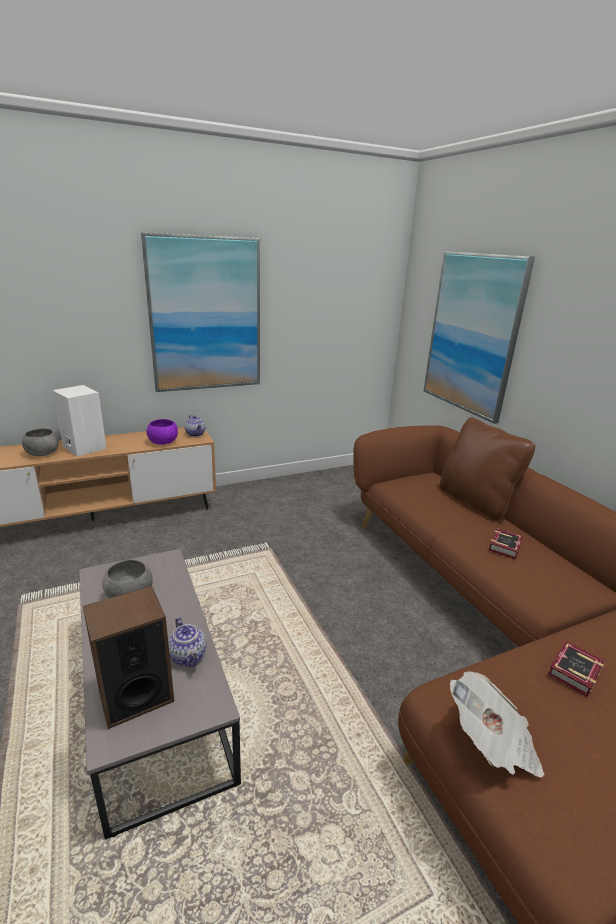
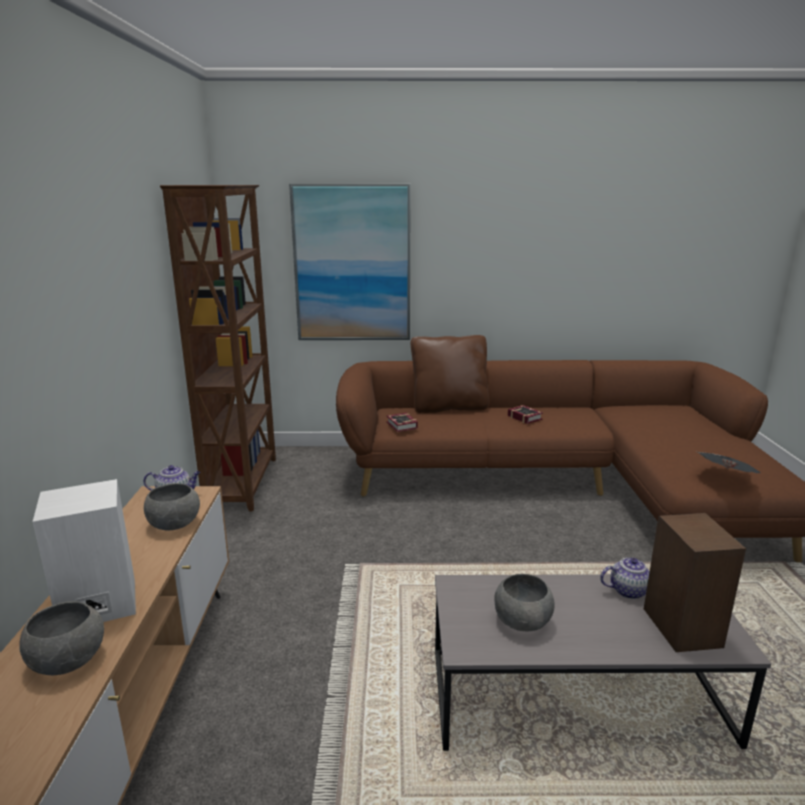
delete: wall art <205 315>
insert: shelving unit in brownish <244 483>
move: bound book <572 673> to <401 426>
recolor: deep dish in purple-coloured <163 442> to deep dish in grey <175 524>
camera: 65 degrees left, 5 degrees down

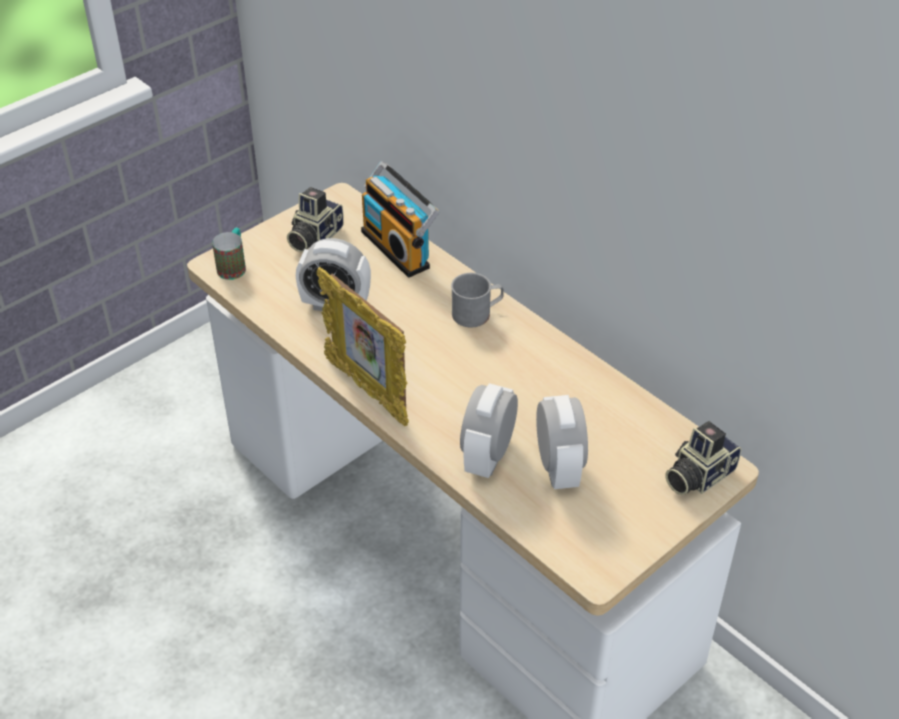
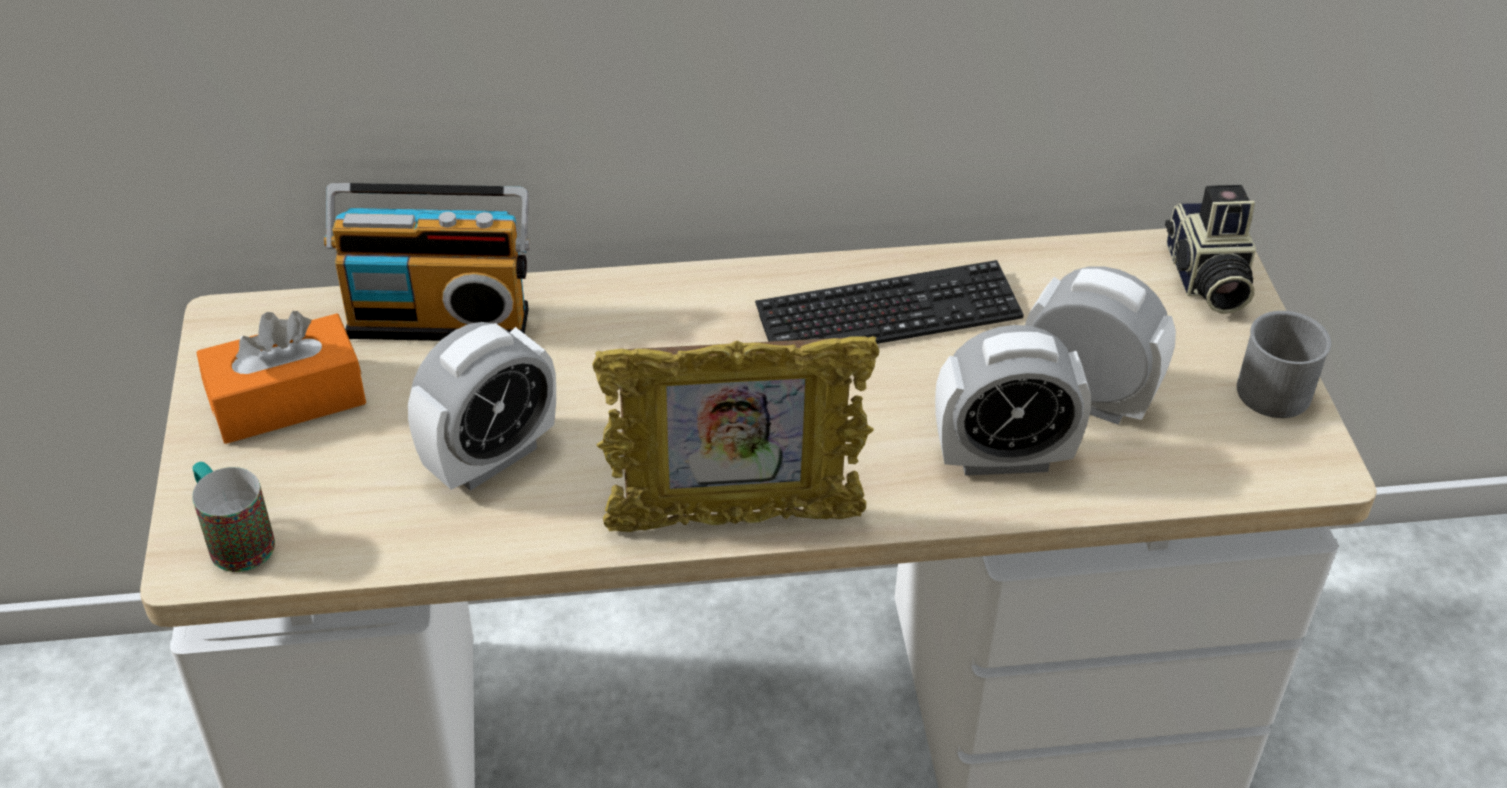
insert: computer keyboard <888 315>
move: coffee mug in grey <477 313> to <1274 384>
replace: still camera <313 237> to tissue box in orange-coloured <287 400>
rotate: table clock <488 456> = <1002 458> 60 degrees counterclockwise
camera: 55 degrees left, 0 degrees up

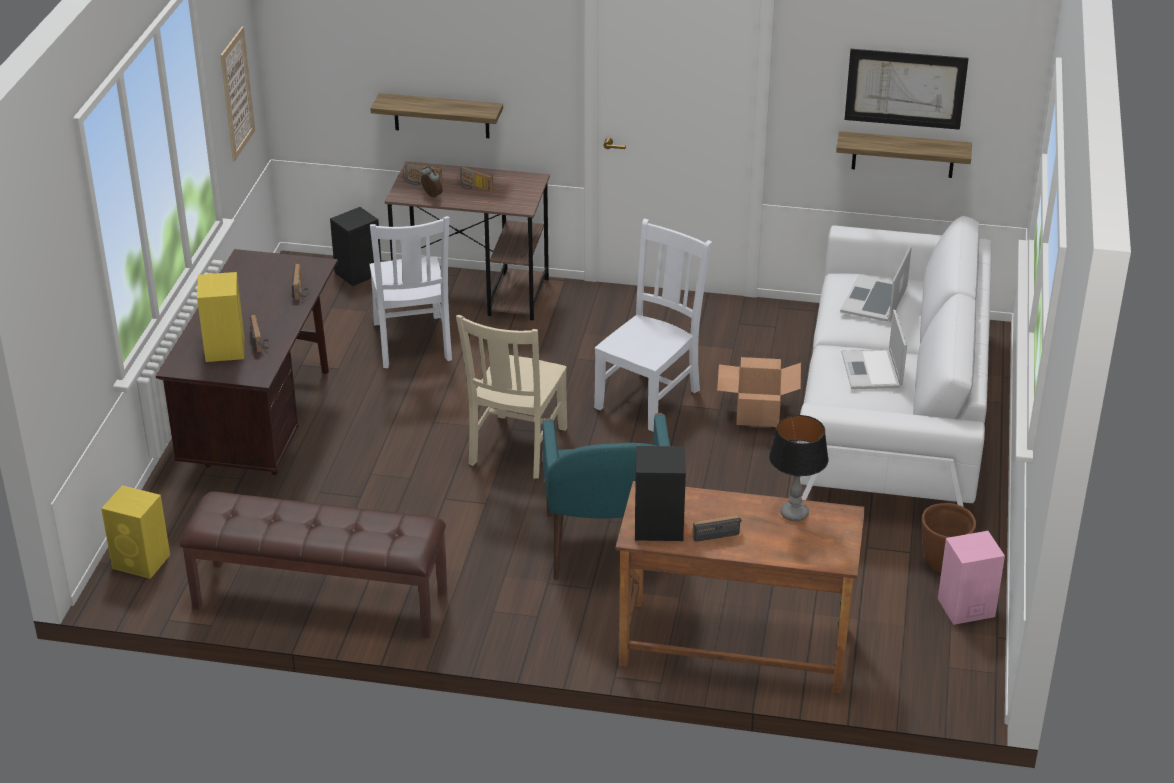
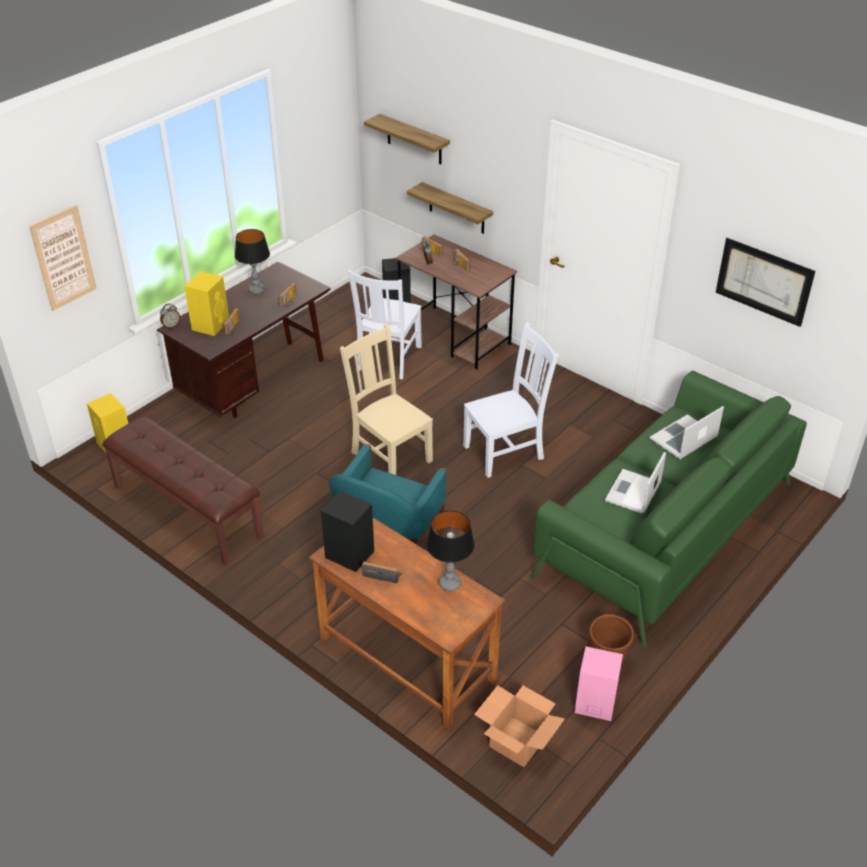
insert: table clock <171 326>; lamp for a table <256 290>
move: wall art <237 94> to <63 258>; shelf <903 154> to <414 140>; packing box <758 413> to <518 743>
recolor: settee in whitish <891 415> to settee in green <665 529>
rotate: chair in beige <516 448> = <390 455> 90 degrees clockwise
camera: 30 degrees right, 5 degrees up

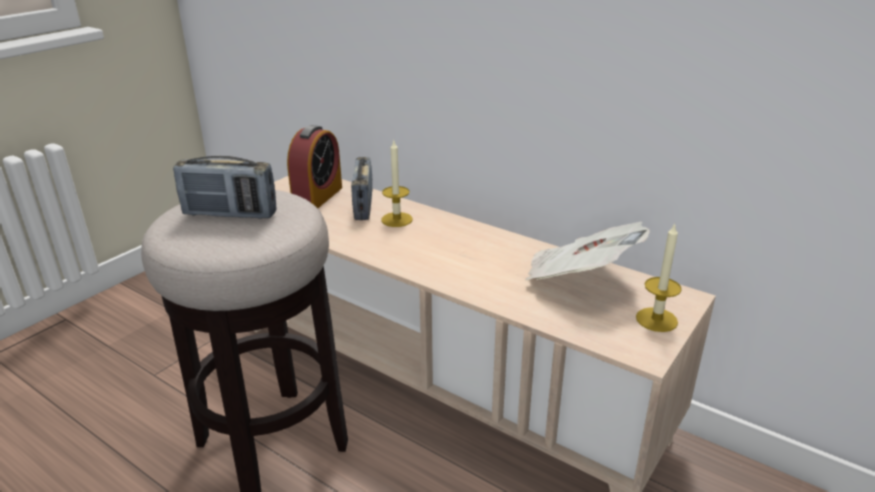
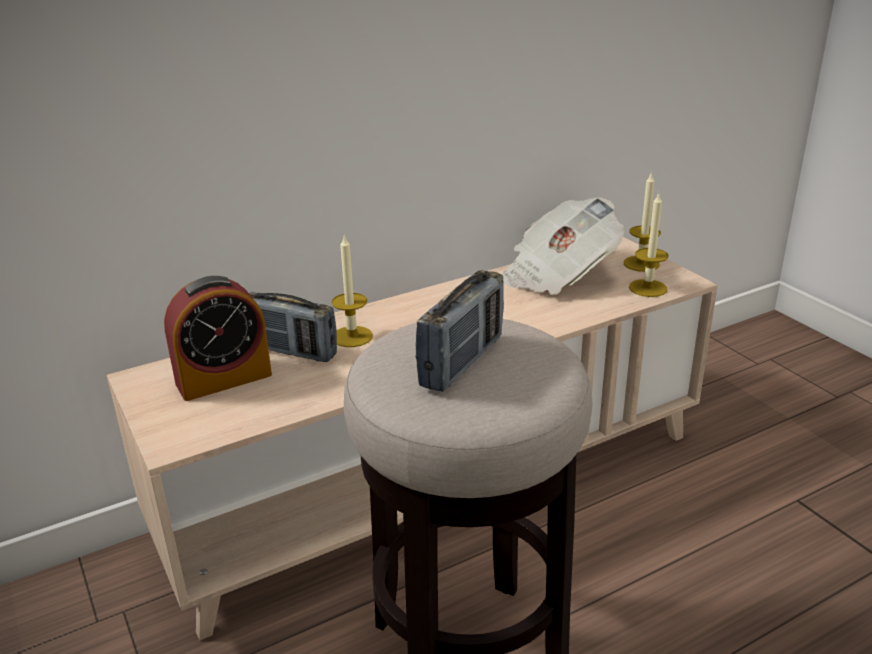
insert: candle <648 288>
rotate: table clock <318 197> = <224 379> 105 degrees clockwise
camera: 65 degrees left, 0 degrees up

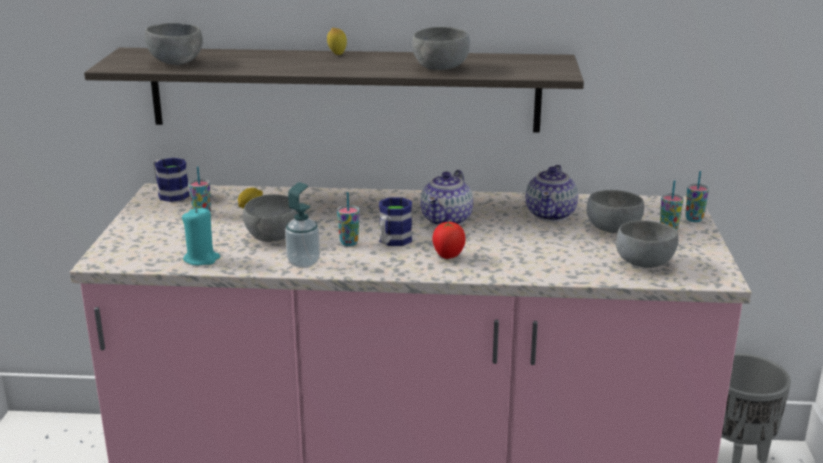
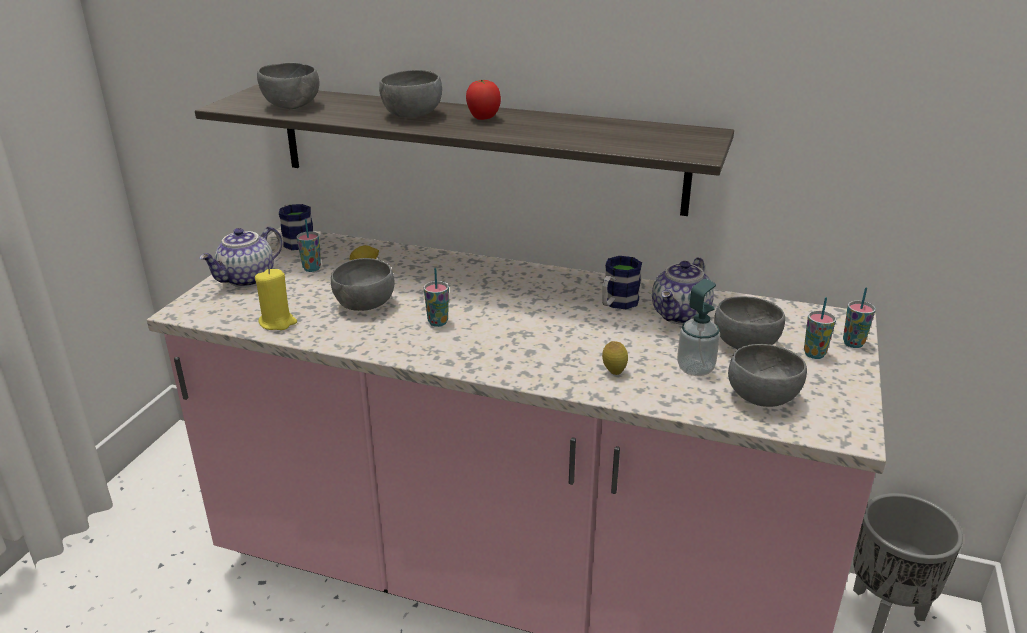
move: tea pot <447 221> to <248 280>; deep dish in grey <441 68> to <412 115>; tomato <448 257> to <483 119>; coffee mug <392 242> to <616 303>; whole lemon <337 54> to <614 372>; soap bottle <303 262> to <695 369>
recolor: candle in blue-green <201 259> to candle in yellowish <277 322>
camera: 15 degrees right, 5 degrees up

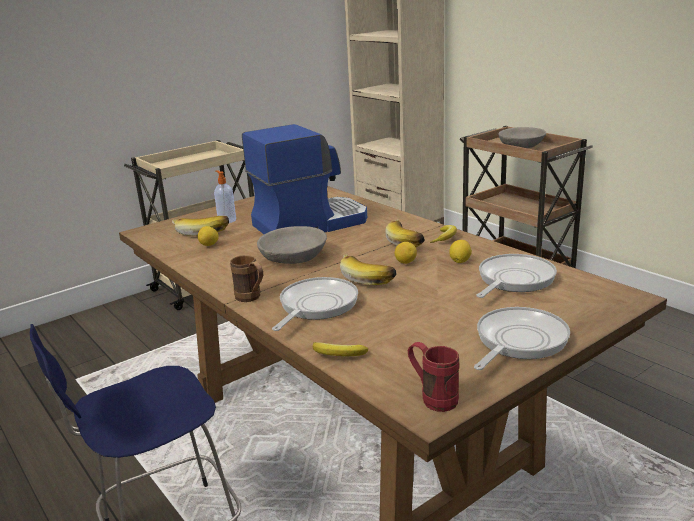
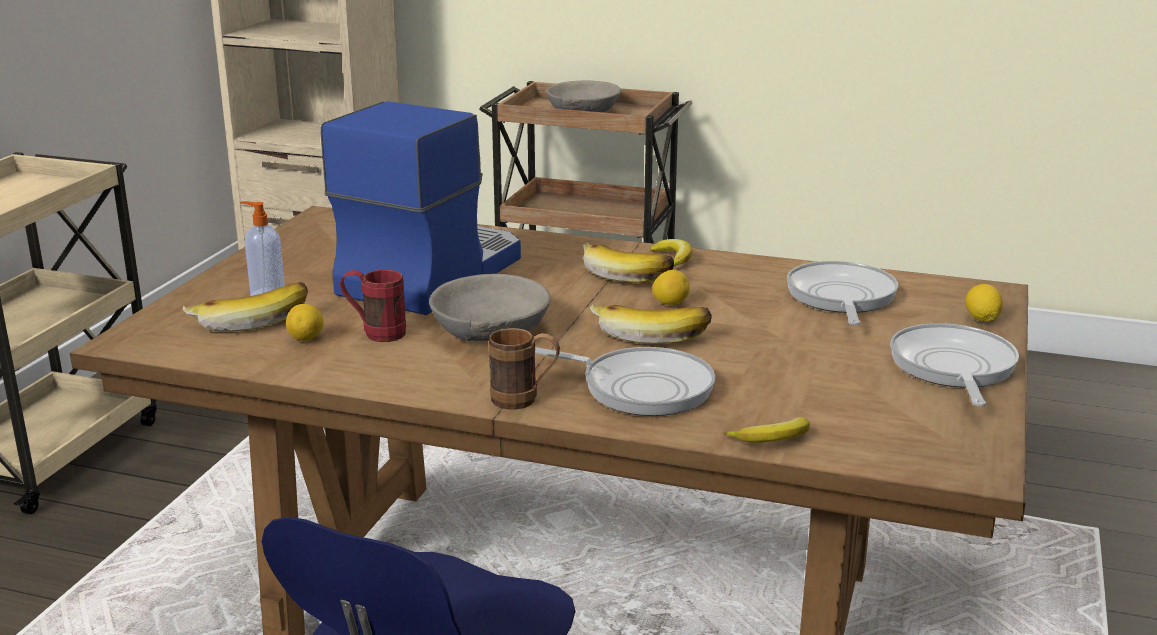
move: coffee mug in red-coloured <433 398> to <375 333>; whole lemon <460 261> to <981 319>
rotate: frying pan <316 306> = <640 388> 120 degrees clockwise
camera: 35 degrees left, 0 degrees up

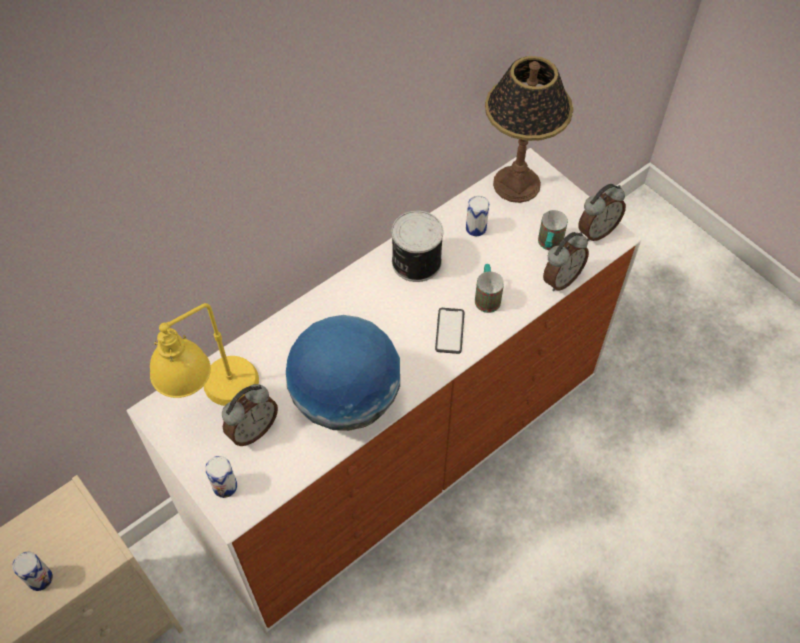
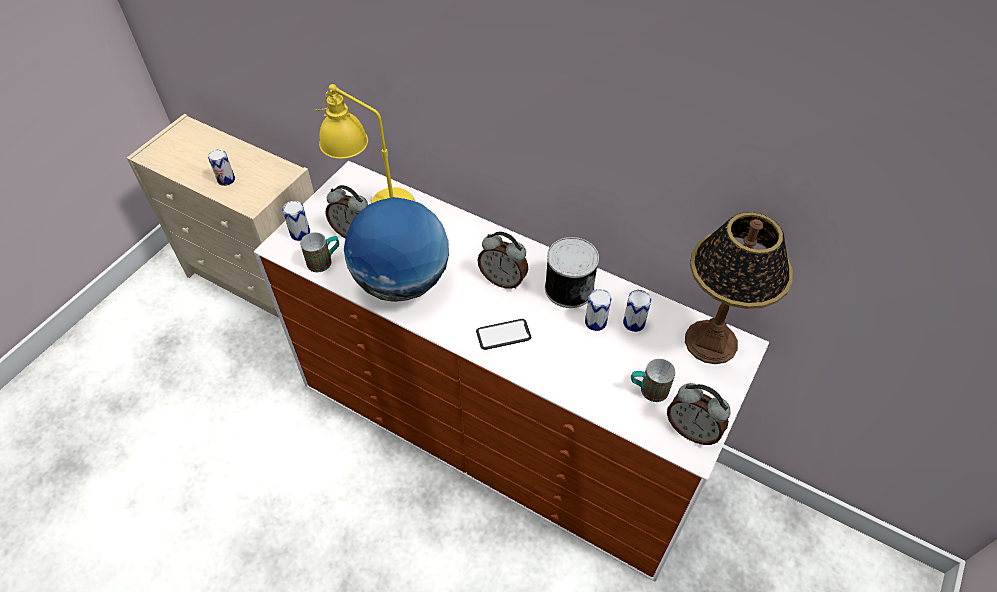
insert: sealed can <595 322>
move: coffee mug <487 296> to <324 261>; table clock <561 279> to <503 279>
camera: 70 degrees right, 5 degrees down

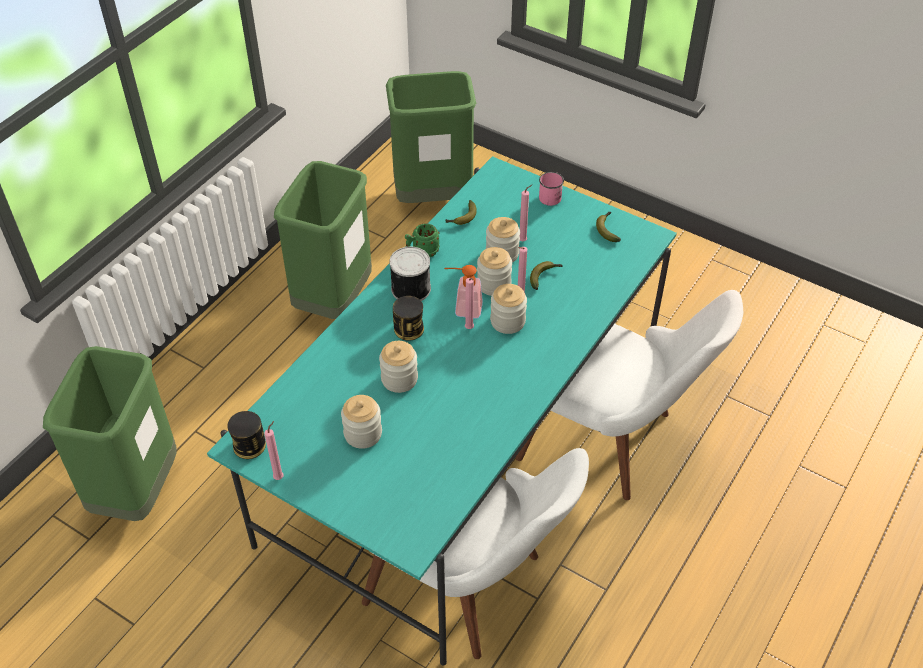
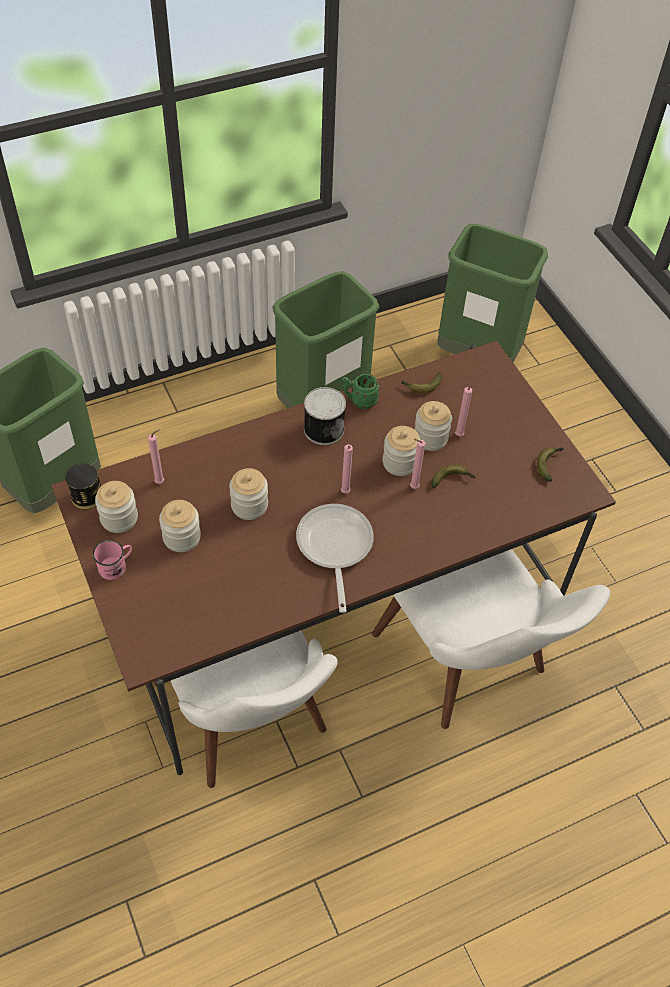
delete: sealed can <408 329>; soap bottle <463 309>
insert: frying pan <334 548>
move: coffee mug in pinkish <551 195> to <116 566>; preserve jar <507 321> to <119 518>; candle in pinkish <280 477> to <161 481>
recolor: dinner table in blue-green <461 454> to dinner table in brownish <328 601>
camera: 30 degrees right, 5 degrees up

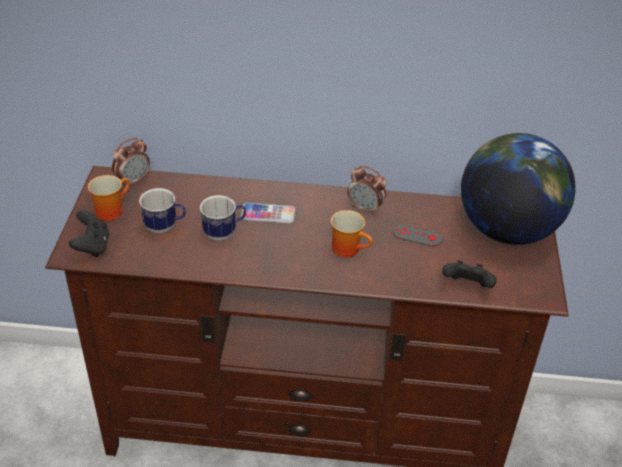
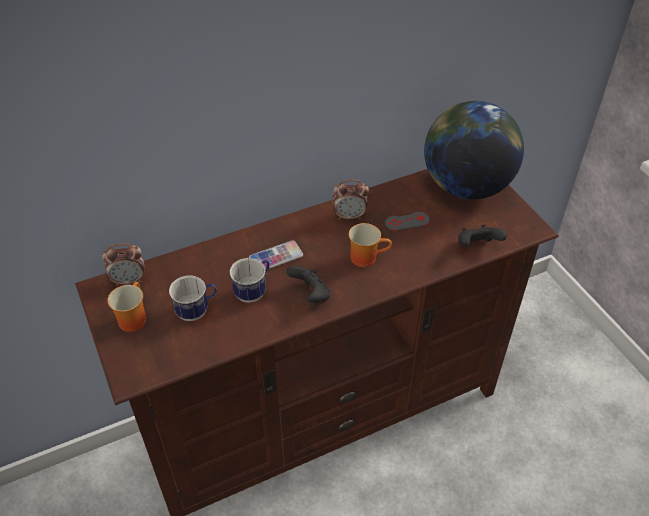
move: gamepad in blackish <92 246> to <311 294>
rotate: table clock <133 181> = <129 280> 60 degrees clockwise
camera: 30 degrees left, 5 degrees up

